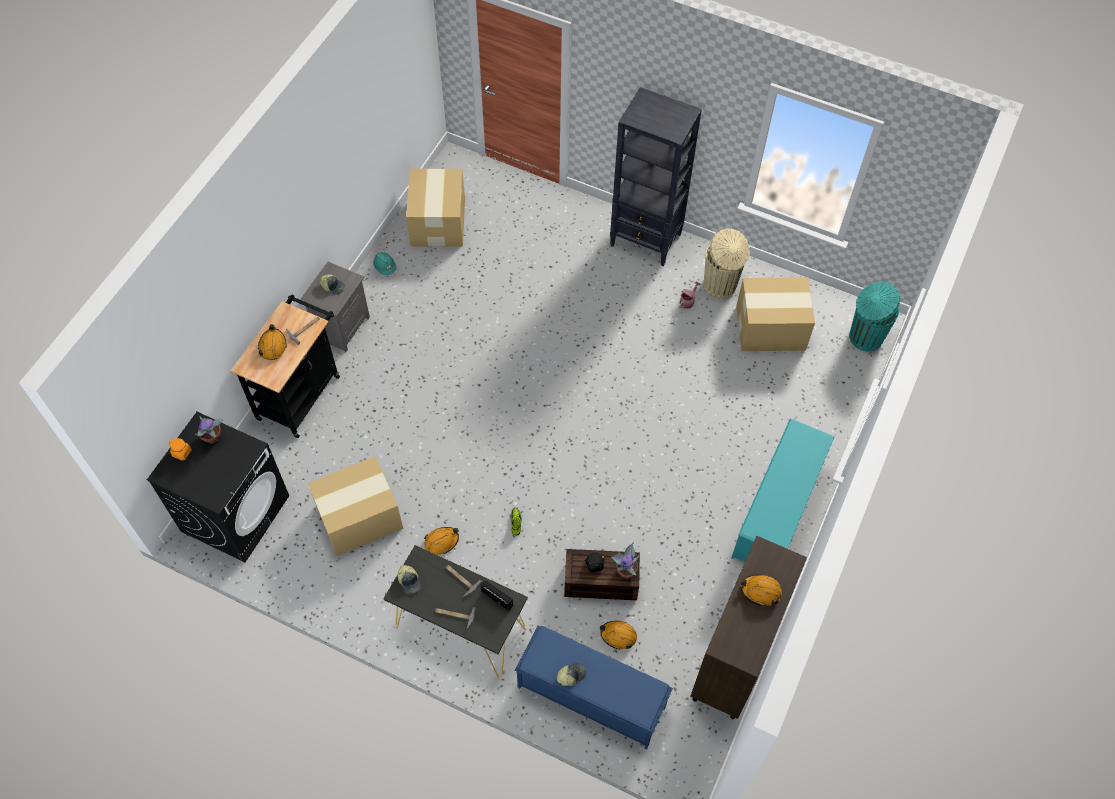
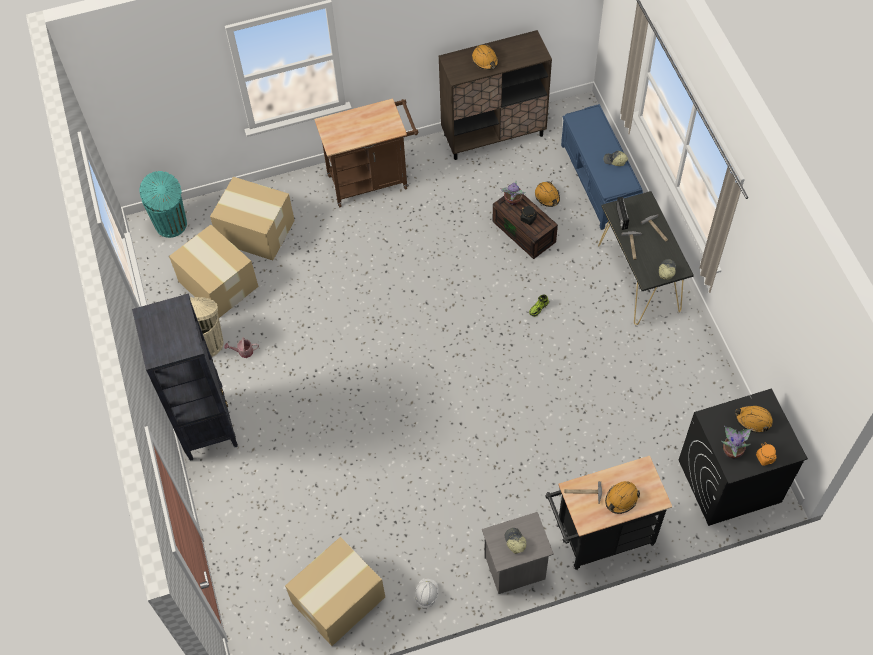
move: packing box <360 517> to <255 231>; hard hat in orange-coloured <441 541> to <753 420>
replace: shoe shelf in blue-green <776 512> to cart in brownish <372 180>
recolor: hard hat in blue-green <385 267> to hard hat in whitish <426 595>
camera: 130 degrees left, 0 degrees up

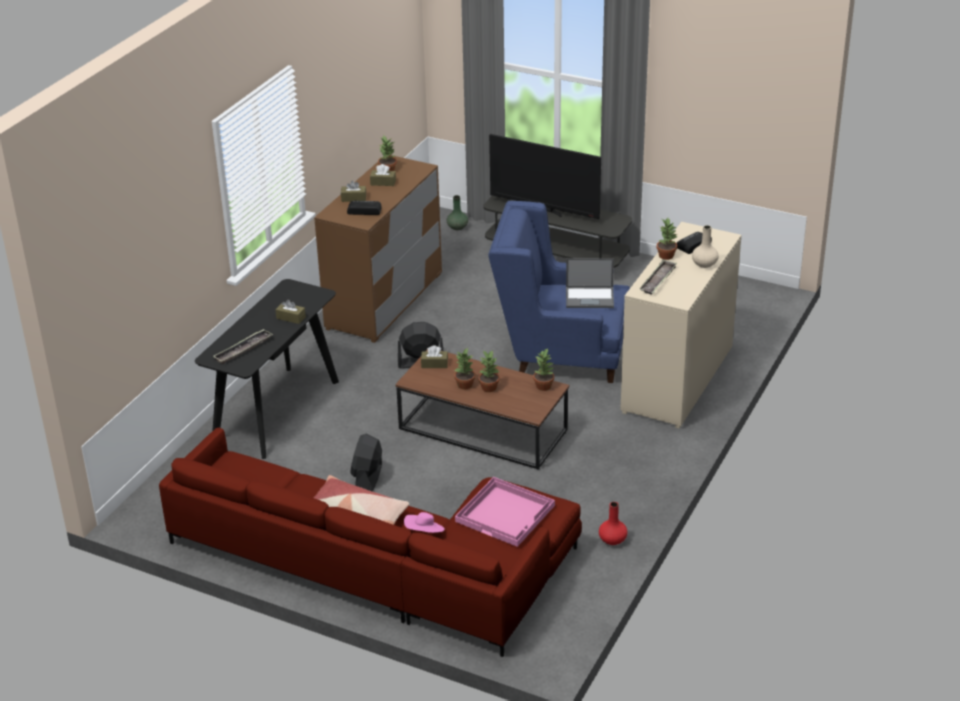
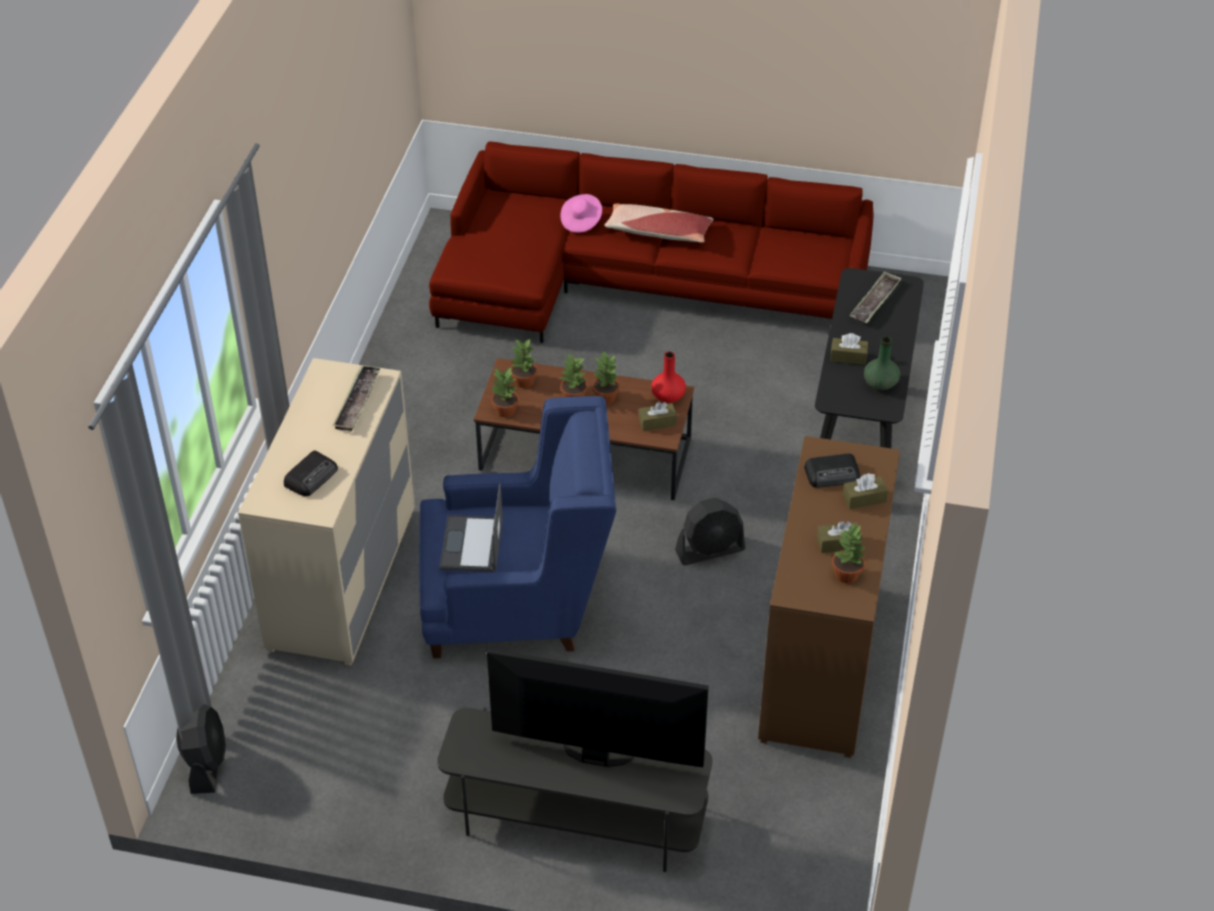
delete: carrying tray in pinkish <506 513>; flower vase in beige <705 264>
move: electric fan in blackish <368 479> to <206 763>; plant in a pot <666 255> to <524 382>; flower vase in red-coloured <612 539> to <668 397>; flower vase in green <457 227> to <880 383>
rotate: notebook computer <590 297> = <472 545> 75 degrees counterclockwise
camera: 165 degrees right, 10 degrees up

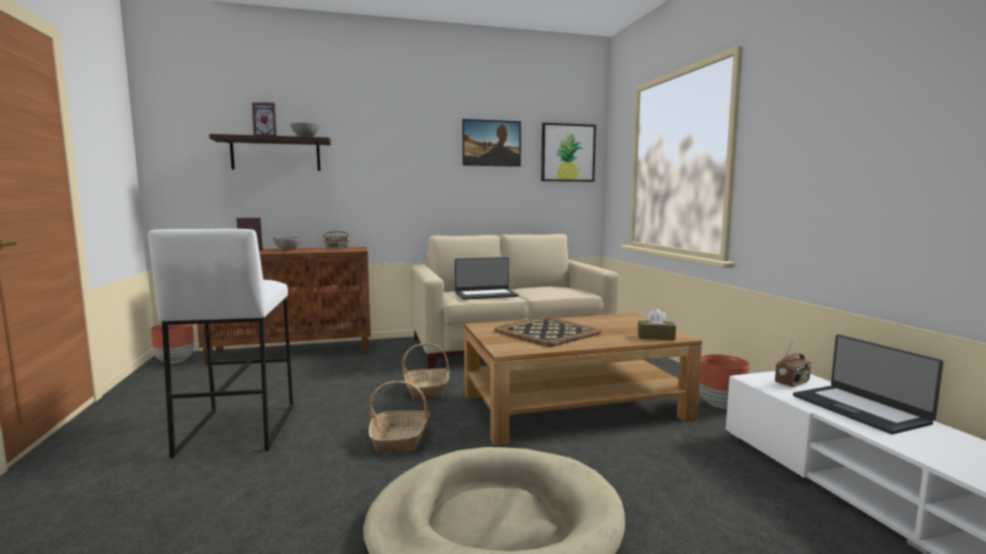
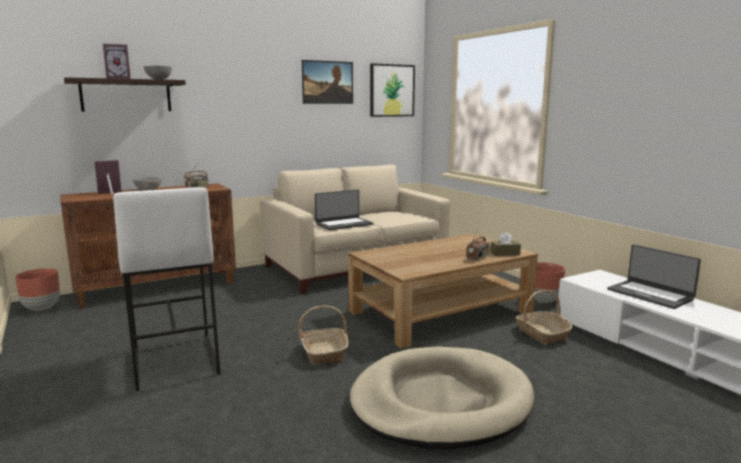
delete: carrying tray <546 332>
move: radio receiver <792 383> to <478 258>; basket <427 390> to <542 334>
camera: 15 degrees left, 5 degrees up

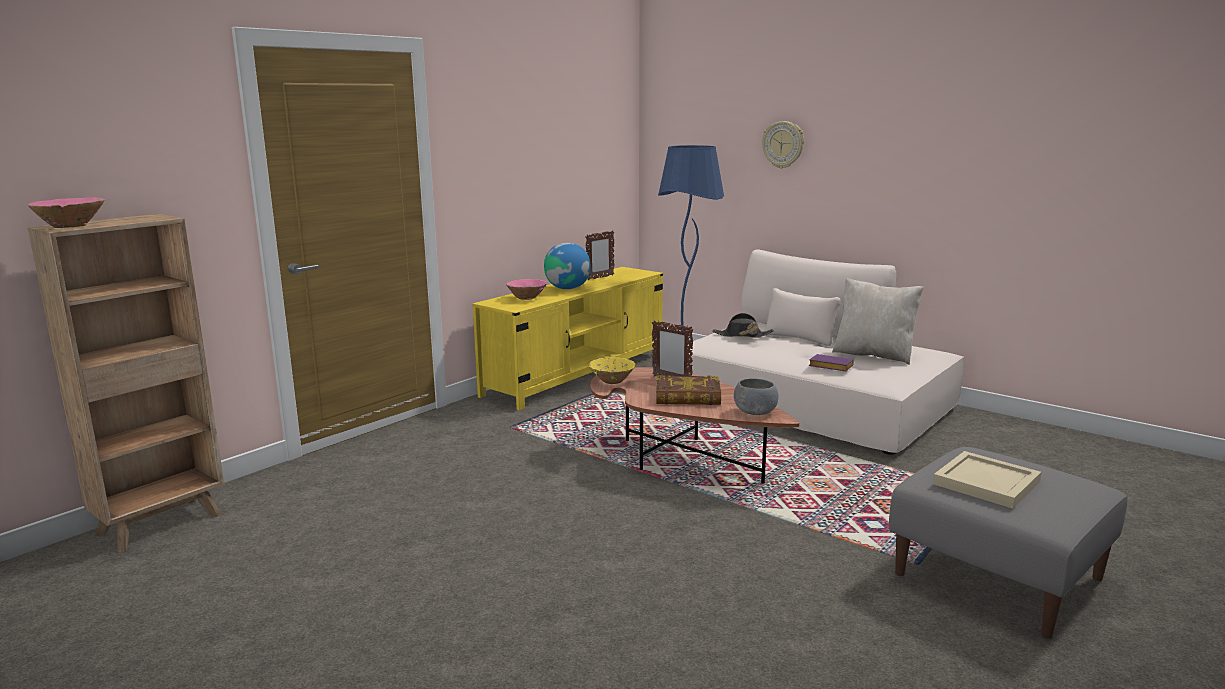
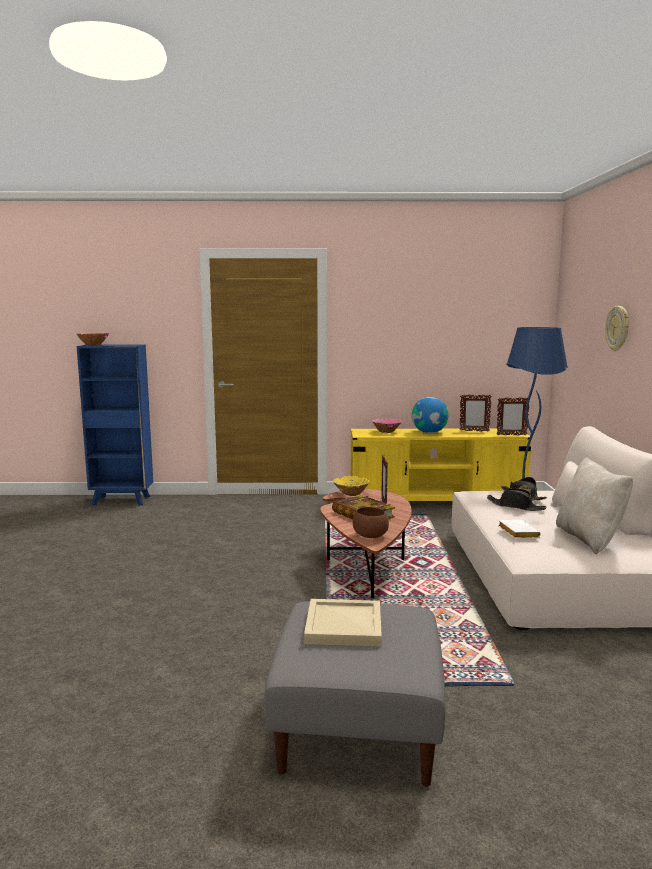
insert: wearable hat in blackish <516 506>; standing frame <511 435>
recolor: shelving unit in brownish <162 523> to shelving unit in bluish <122 501>; deep dish in grey <756 412> to deep dish in brownish <370 536>; bound book in purple-coloured <829 367> to bound book in whitish <516 532>
camera: 50 degrees right, 5 degrees down

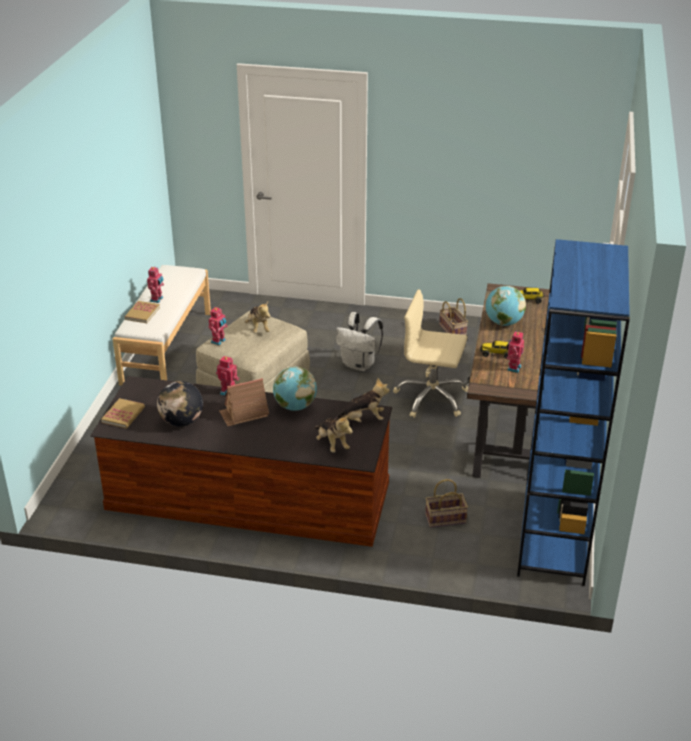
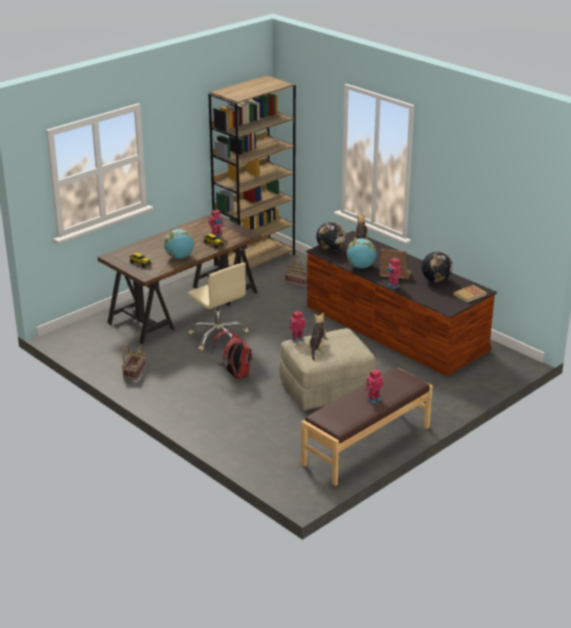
delete: bound book <142 313>
move: toy robot <219 341> to <297 339>
replace: cuddly toy <362 420> to globe <330 249>
recolor: shelving unit in bluish <554 537> to shelving unit in brownish <255 259>; rucksack in whitish <359 365> to rucksack in red-coloured <235 374>; indoor bench in whitish <166 347> to indoor bench in brownish <367 446>
camera: 145 degrees left, 5 degrees down

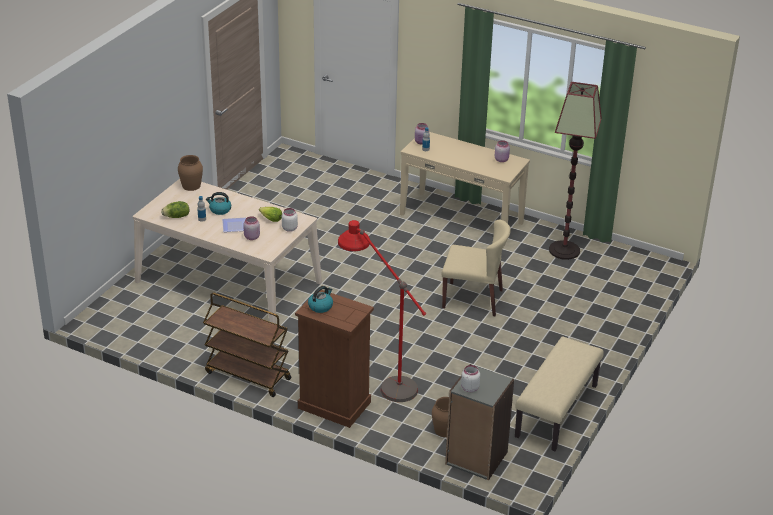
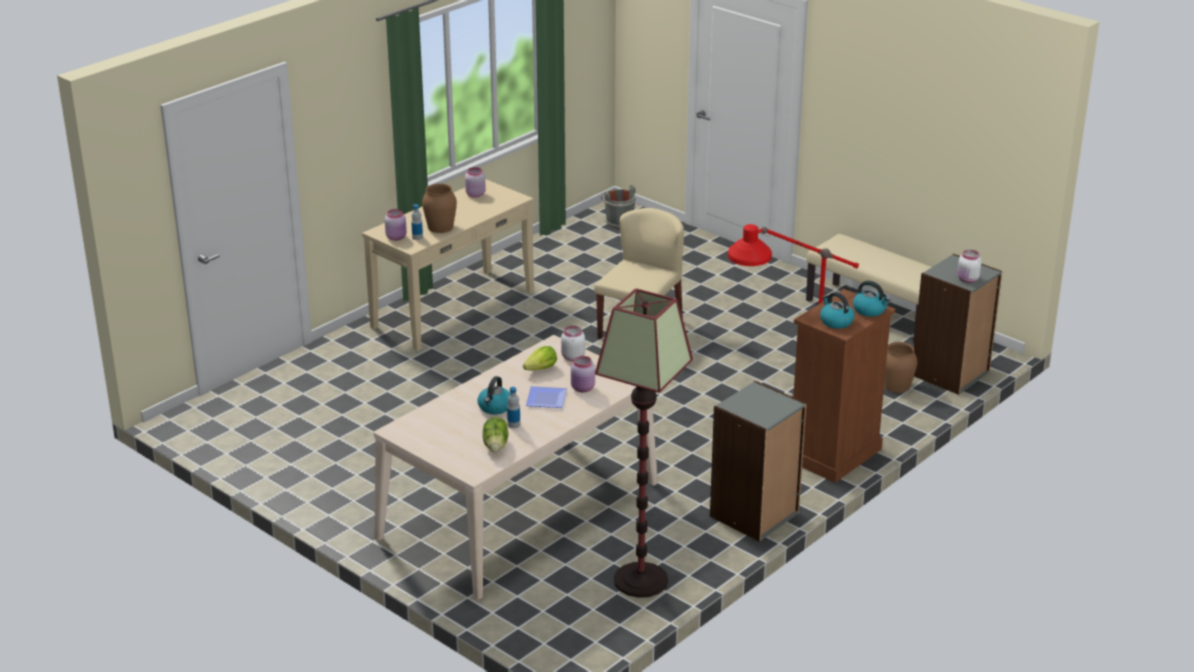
insert: water bucket in grey <618 222>; tea kettle <870 310>
move: flower vase in brownish <191 185> to <440 227>; floor lamp <564 250> to <640 580>
replace: cart in brownish <247 376> to shelving unit in grey <755 515>
camera: 75 degrees left, 5 degrees down

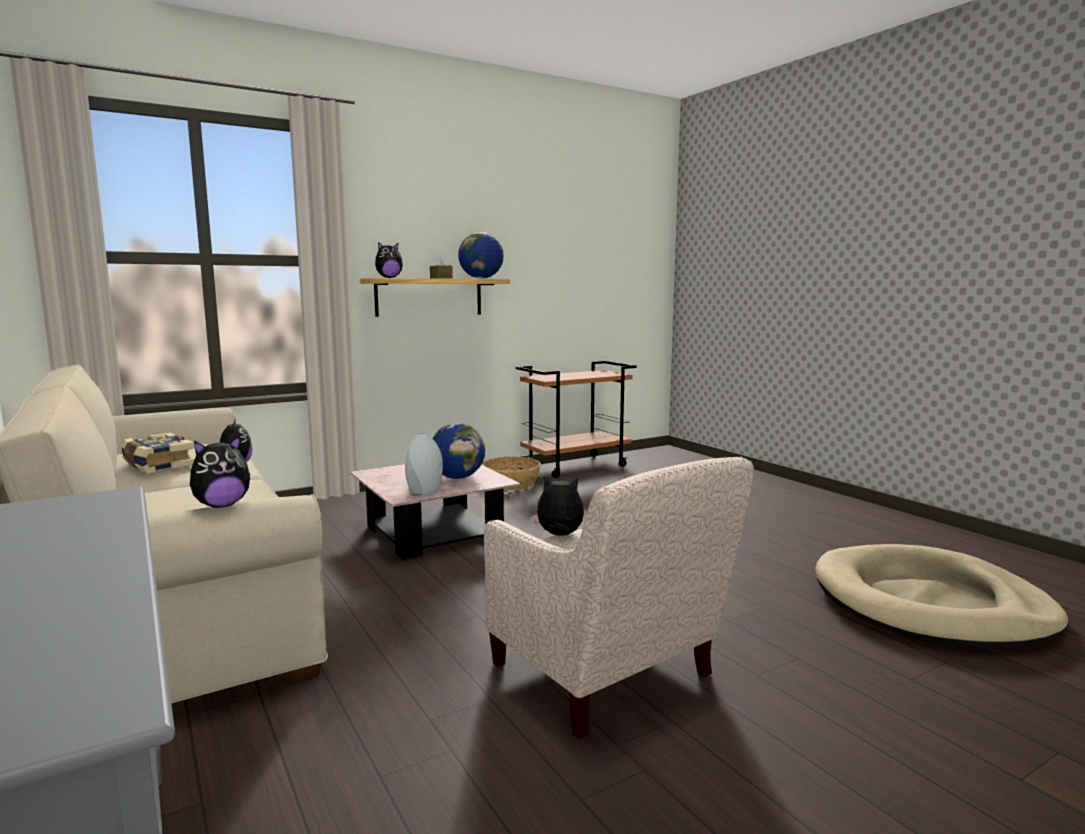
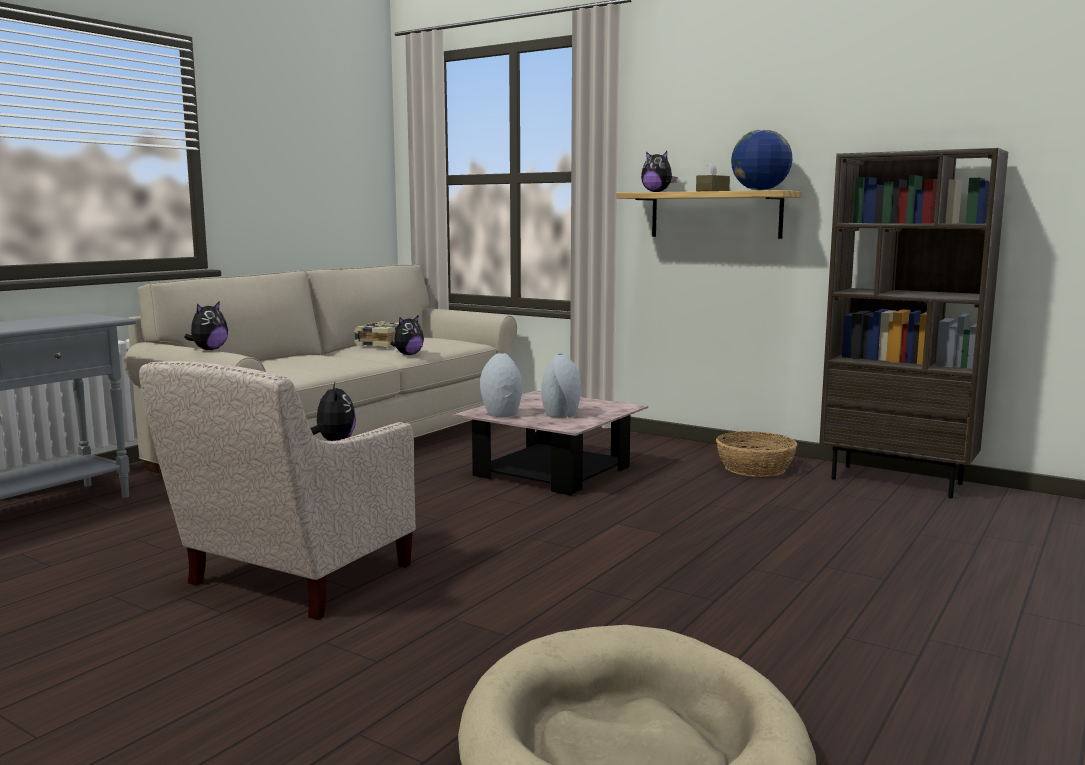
replace: globe <457 477> to flower vase in grey <561 415>; cart in brownish <576 466> to shelving unit in brownish <897 481>
rotate: cuddly toy <222 505> = <209 350> 90 degrees counterclockwise
camera: 65 degrees right, 0 degrees up

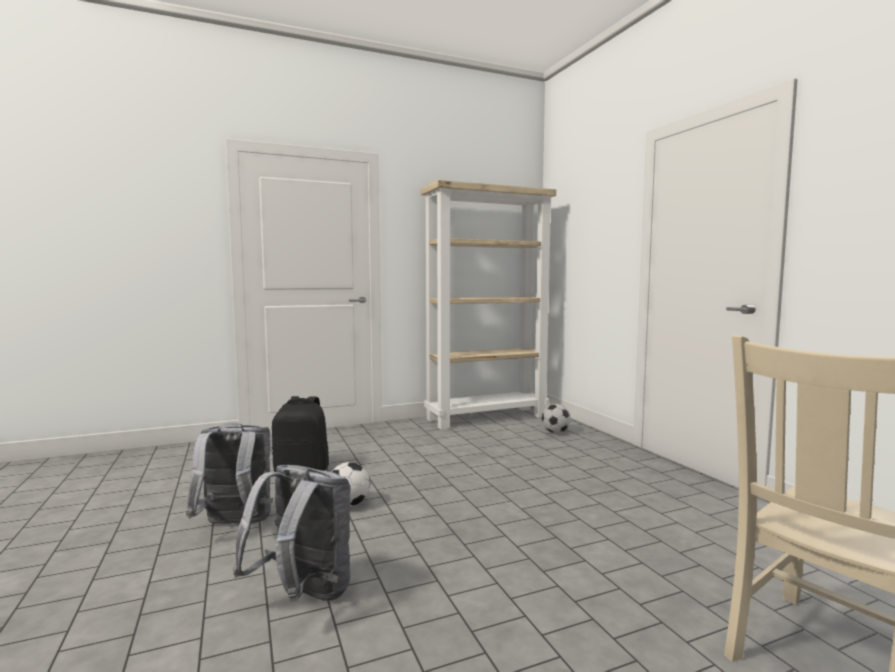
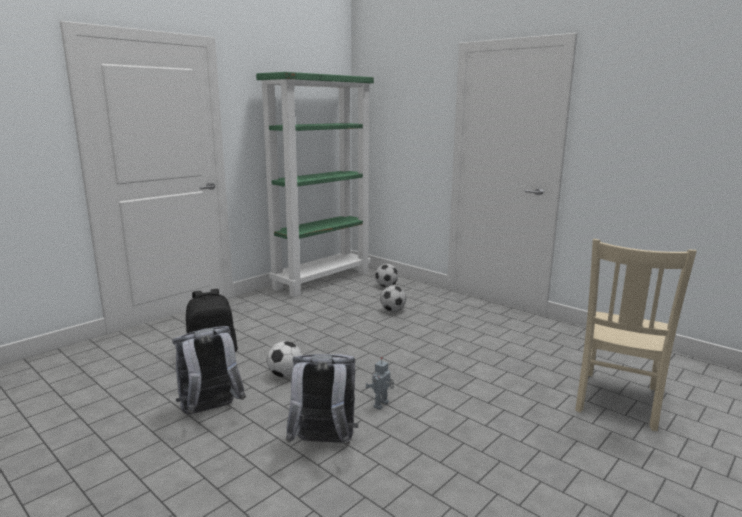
insert: toy robot <381 405>; football ball <393 310>
recolor: shelving unit in beige <487 417> to shelving unit in green <322 280>
camera: 25 degrees left, 10 degrees up

